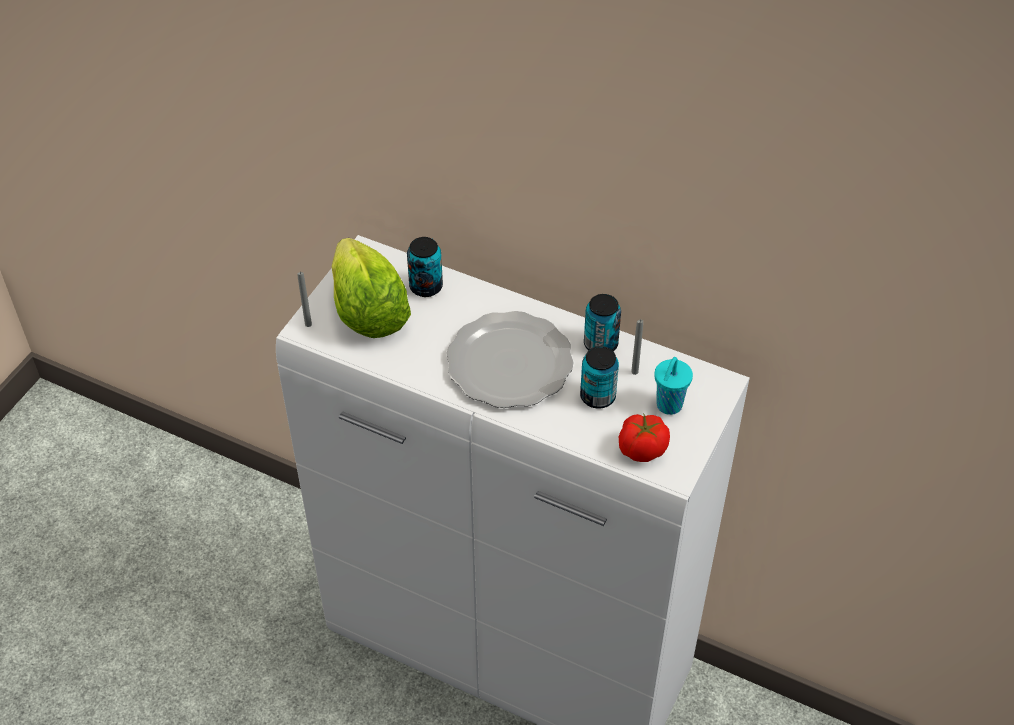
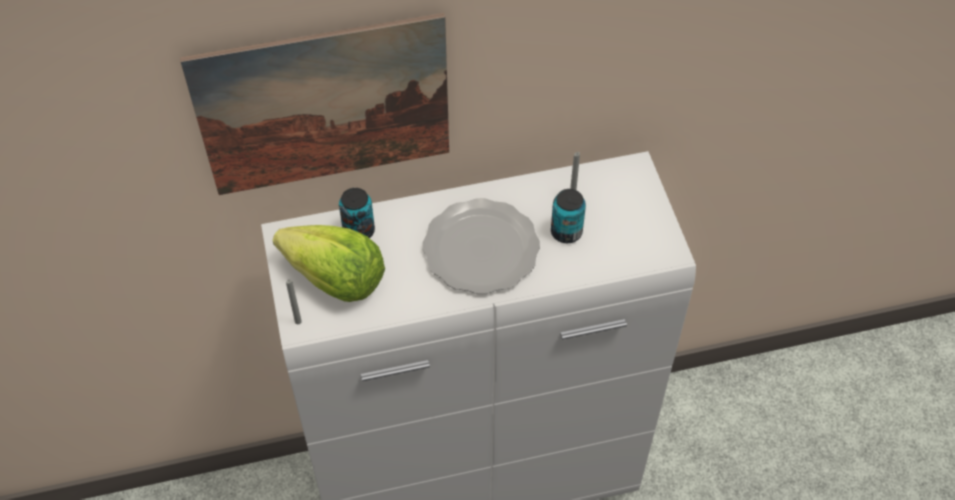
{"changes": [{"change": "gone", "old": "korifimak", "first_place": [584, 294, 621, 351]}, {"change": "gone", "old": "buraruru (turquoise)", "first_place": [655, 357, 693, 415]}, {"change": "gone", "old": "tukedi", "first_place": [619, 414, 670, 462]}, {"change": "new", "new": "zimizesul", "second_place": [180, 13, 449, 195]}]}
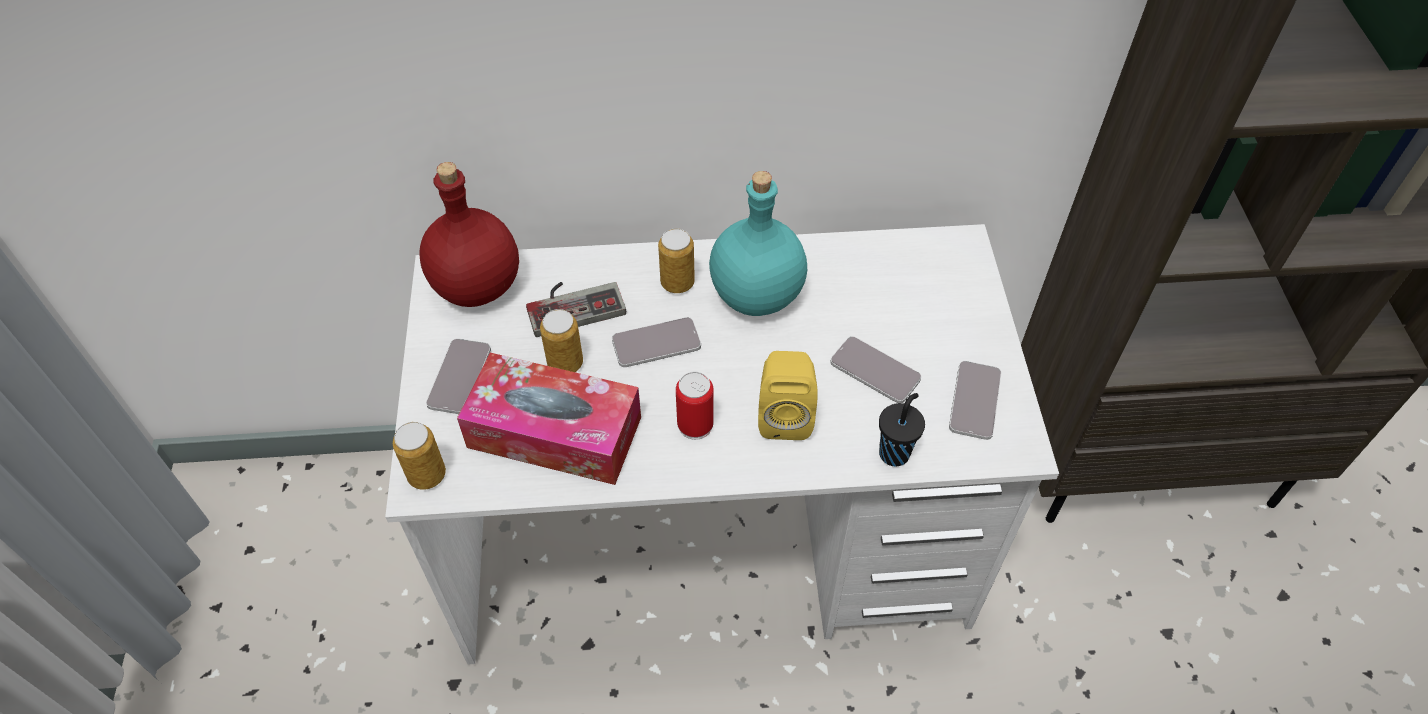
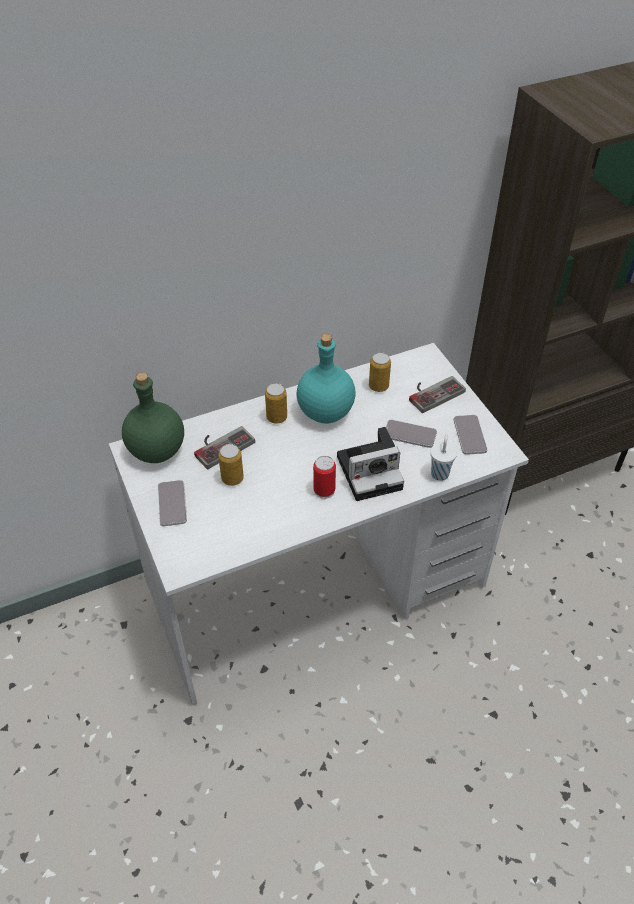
{"changes": [{"change": "repainted", "old": "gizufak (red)", "new": "gizufak (green)", "first_place": [419, 162, 519, 307], "second_place": [122, 372, 184, 463]}, {"change": "gone", "old": "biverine", "first_place": [612, 317, 701, 367]}, {"change": "swapped", "old": "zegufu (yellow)", "new": "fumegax", "first_place": [758, 351, 818, 440], "second_place": [337, 427, 404, 501]}, {"change": "gone", "old": "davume", "first_place": [457, 353, 641, 485]}, {"change": "repainted", "old": "buraruru (black)", "new": "buraruru (white)", "first_place": [879, 393, 925, 466], "second_place": [430, 434, 457, 481]}, {"change": "shifted", "old": "korifimak", "first_place": [393, 422, 446, 490], "second_place": [369, 352, 391, 392]}, {"change": "new", "new": "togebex", "second_place": [409, 376, 466, 413]}]}
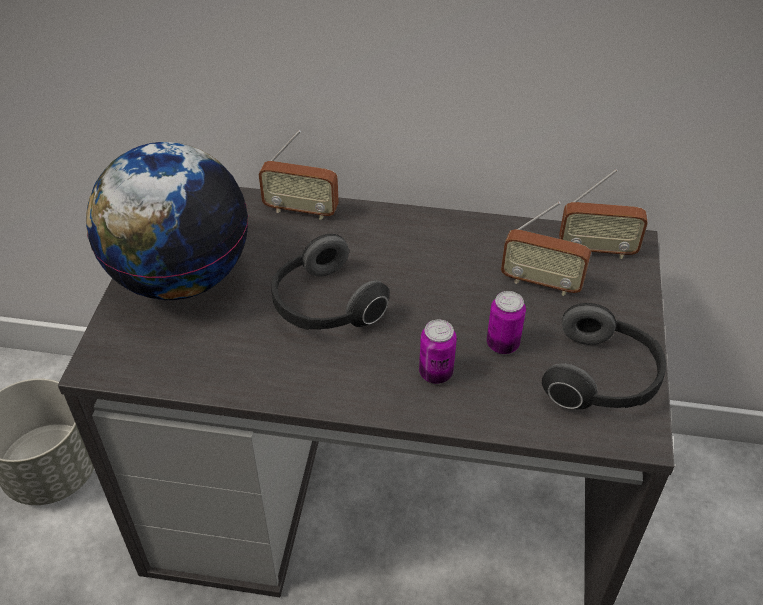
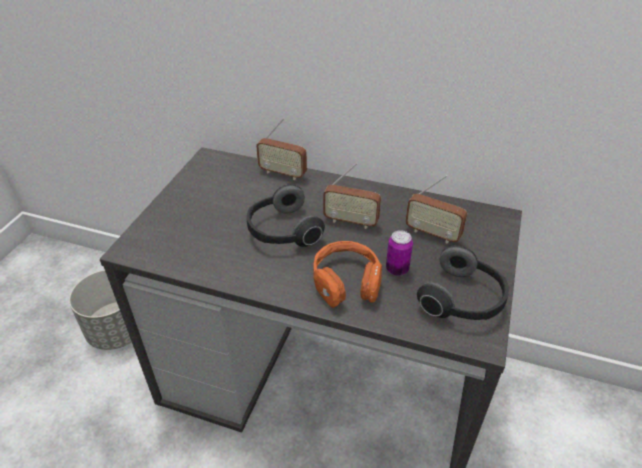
{"changes": [{"change": "gone", "old": "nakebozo", "first_place": [86, 142, 248, 300]}, {"change": "shifted", "old": "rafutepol", "first_place": [559, 169, 648, 259], "second_place": [323, 163, 381, 229]}, {"change": "swapped", "old": "korifimak", "new": "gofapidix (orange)", "first_place": [419, 319, 457, 384], "second_place": [313, 241, 382, 308]}]}
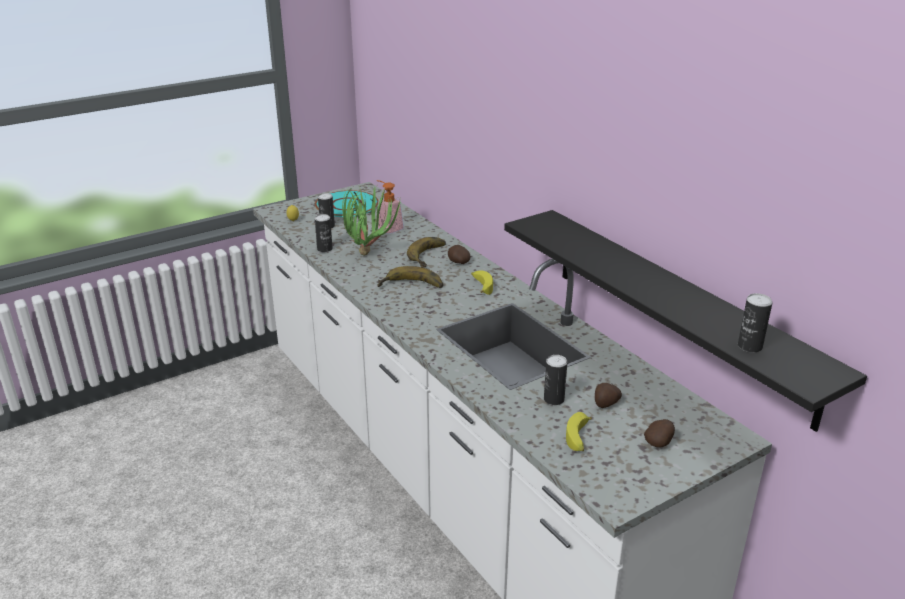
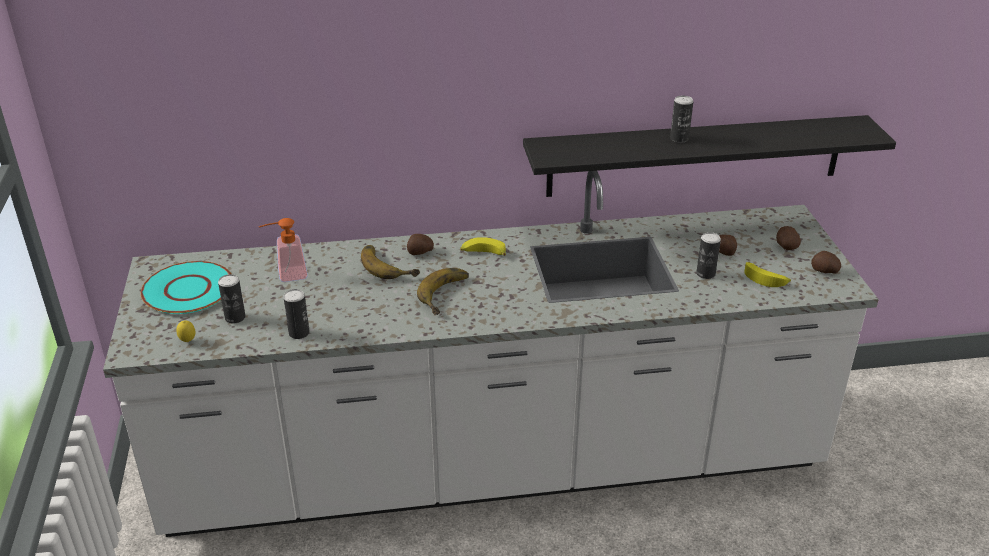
{"changes": [{"change": "gone", "old": "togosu", "first_place": [342, 186, 401, 256]}, {"change": "shifted", "old": "korifimak", "first_place": [738, 293, 772, 353], "second_place": [670, 96, 693, 143]}, {"change": "new", "new": "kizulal", "second_place": [811, 251, 841, 274]}]}
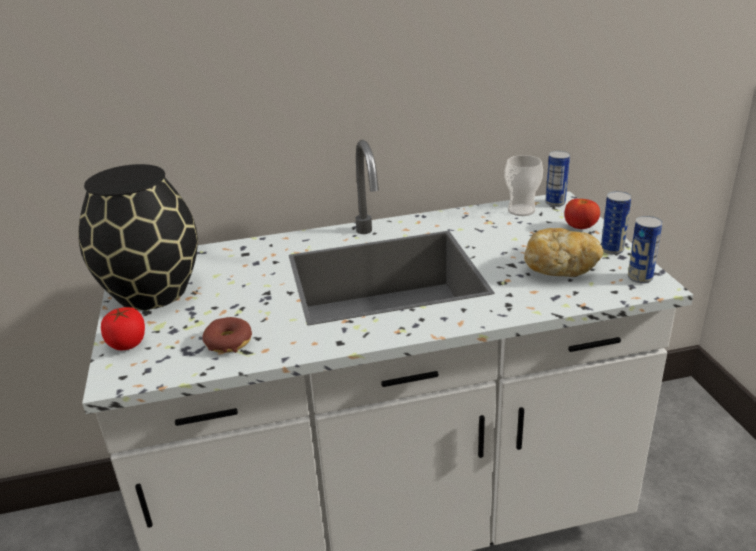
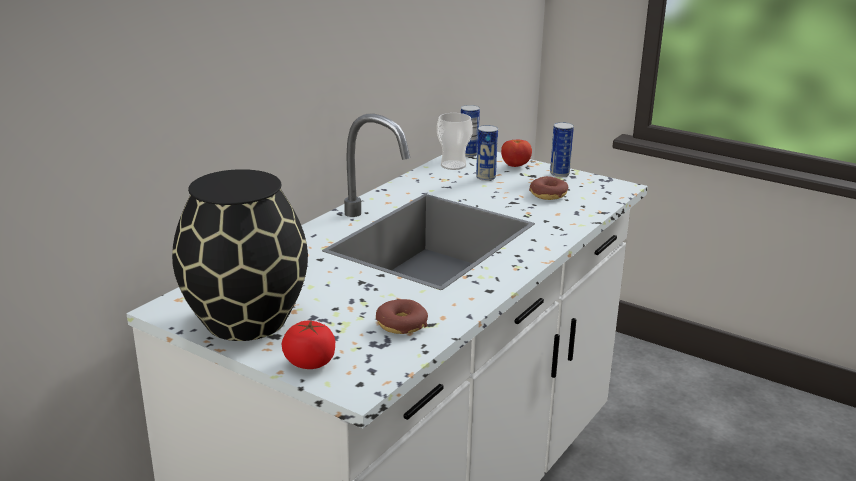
{"changes": [{"change": "shifted", "old": "korifimak", "first_place": [628, 216, 662, 284], "second_place": [476, 125, 498, 181]}, {"change": "swapped", "old": "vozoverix", "new": "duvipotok", "first_place": [524, 228, 603, 277], "second_place": [529, 176, 568, 200]}]}
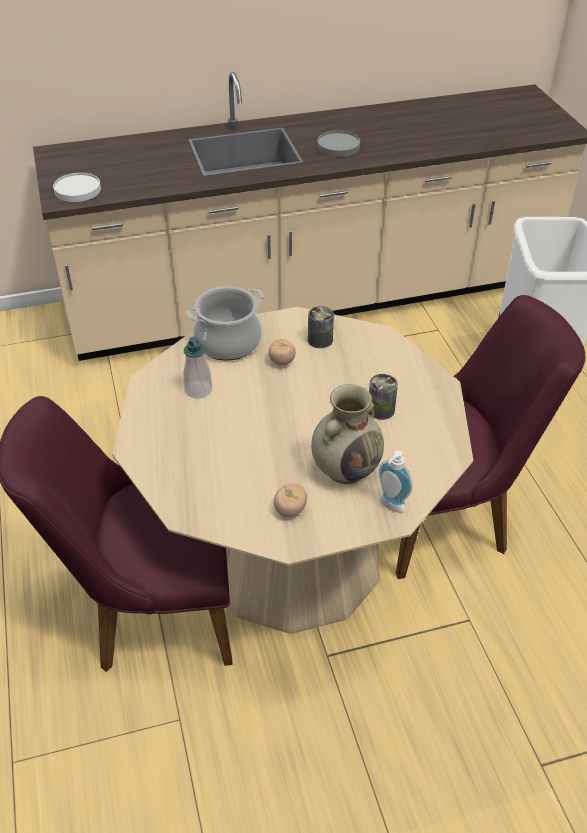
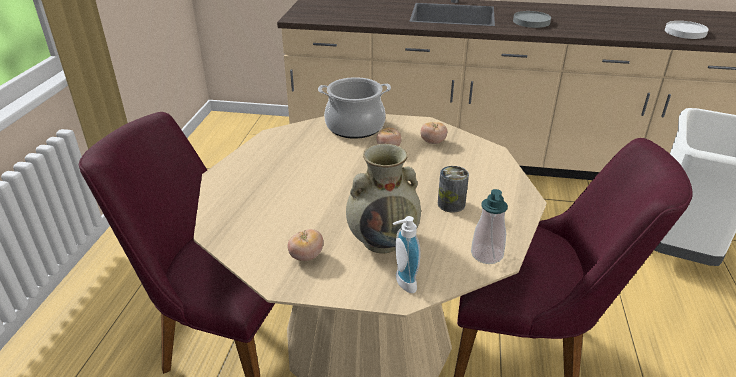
{"changes": [{"change": "shifted", "old": "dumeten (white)", "first_place": [53, 173, 101, 202], "second_place": [665, 21, 709, 39]}, {"change": "swapped", "old": "korifimak", "new": "tukedi", "first_place": [308, 306, 334, 348], "second_place": [421, 122, 447, 144]}, {"change": "shifted", "old": "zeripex", "first_place": [183, 337, 212, 399], "second_place": [471, 189, 508, 264]}]}
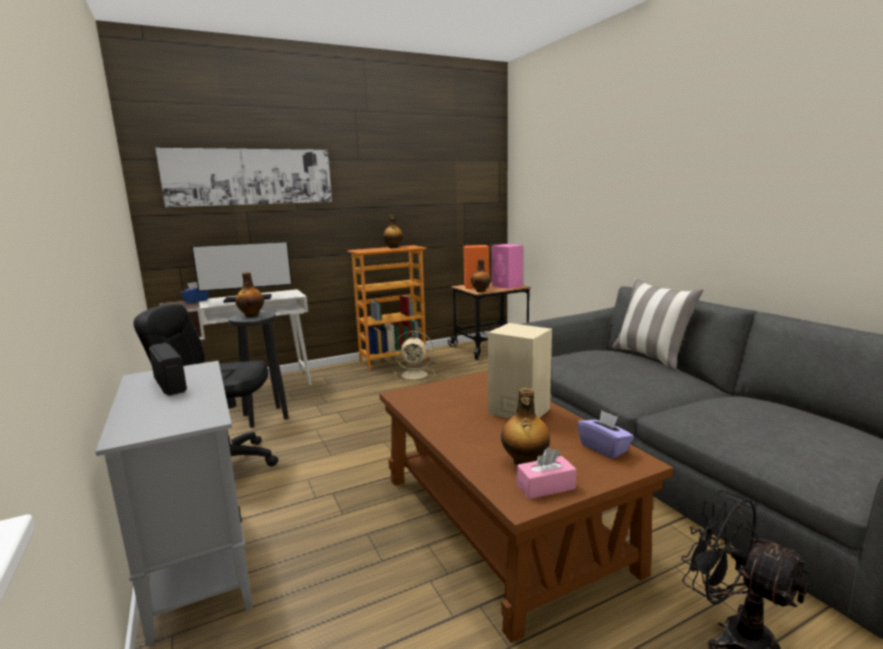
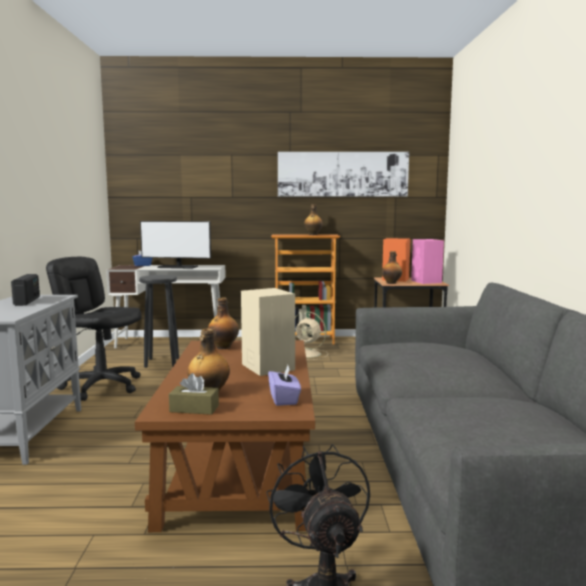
{"changes": [{"change": "shifted", "old": "zimizesul", "first_place": [155, 148, 332, 207], "second_place": [278, 152, 409, 197]}, {"change": "shifted", "old": "gizufak", "first_place": [235, 272, 264, 317], "second_place": [208, 297, 239, 349]}, {"change": "gone", "old": "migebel", "first_place": [612, 278, 703, 371]}, {"change": "repainted", "old": "davume (pink)", "new": "davume (brown)", "first_place": [516, 447, 576, 499], "second_place": [169, 373, 219, 415]}]}
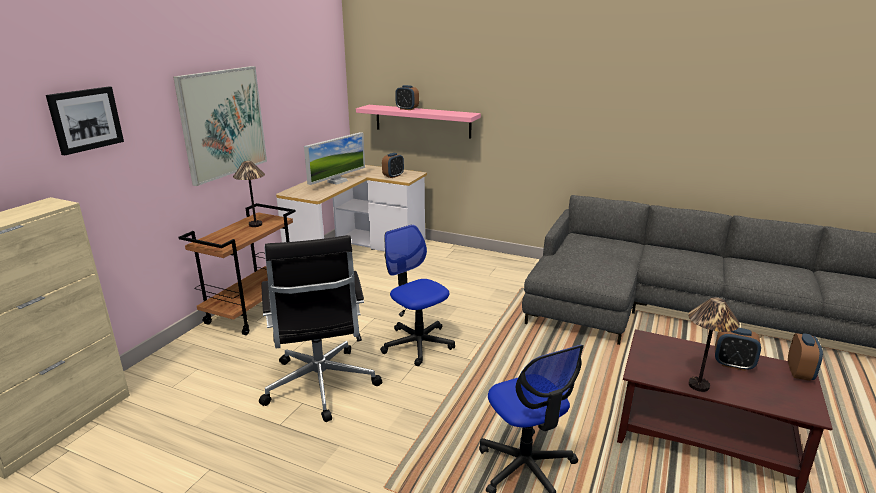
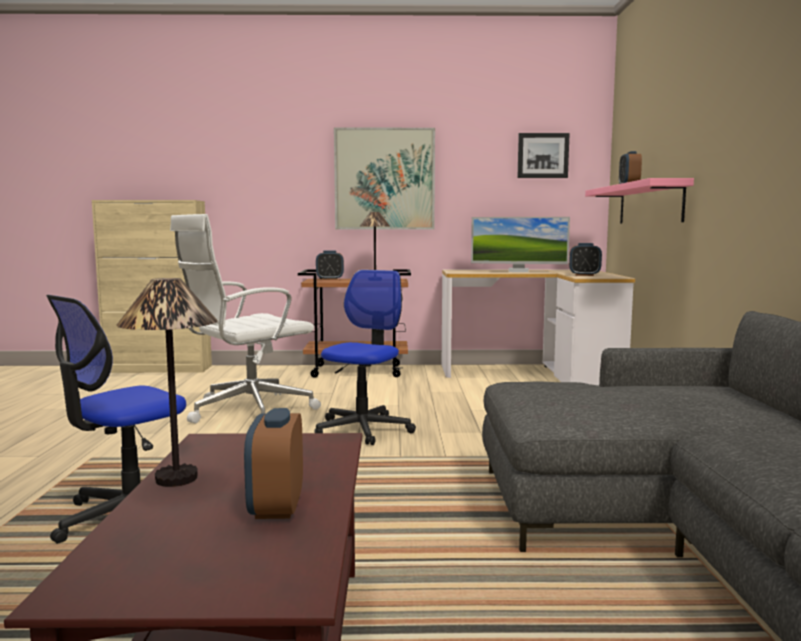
{"changes": [{"change": "shifted", "old": "zimizesul", "first_place": [46, 87, 124, 155], "second_place": [517, 133, 570, 178]}, {"change": "repainted", "old": "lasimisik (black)", "new": "lasimisik (white)", "first_place": [259, 235, 382, 422], "second_place": [170, 214, 321, 423]}, {"change": "shifted", "old": "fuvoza", "first_place": [788, 333, 823, 381], "second_place": [316, 251, 344, 280]}]}
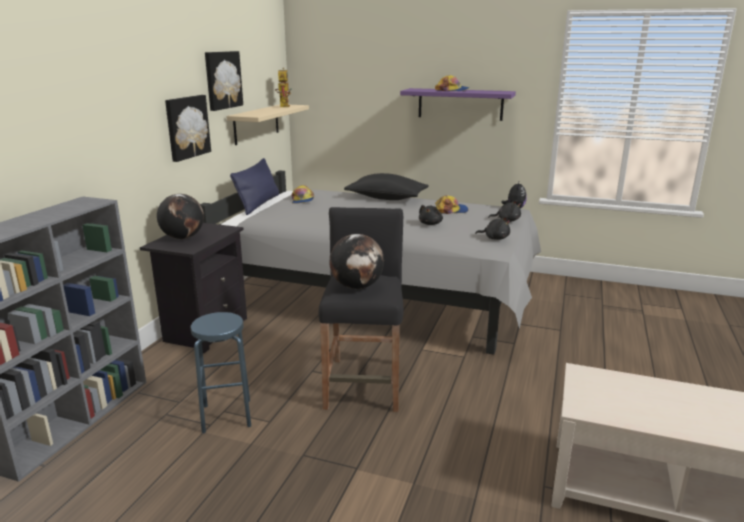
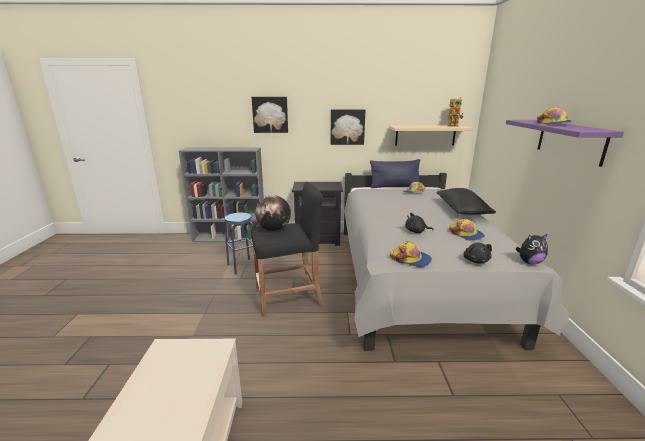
{"changes": [{"change": "shifted", "old": "zimizesul", "first_place": [205, 51, 243, 111], "second_place": [252, 97, 288, 133]}, {"change": "gone", "old": "nakebozo", "first_place": [157, 194, 204, 239]}, {"change": "swapped", "old": "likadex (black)", "new": "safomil", "first_place": [475, 217, 510, 240], "second_place": [390, 241, 432, 268]}]}
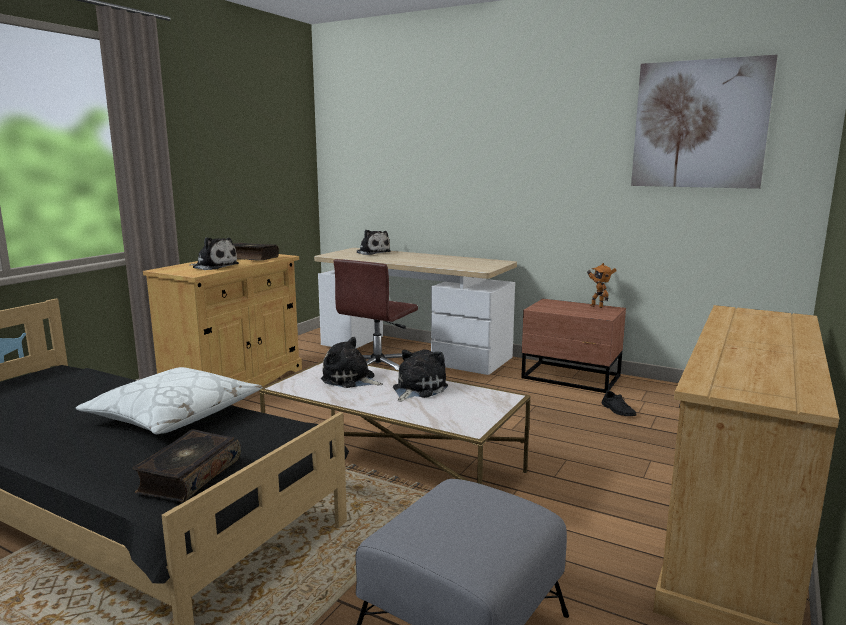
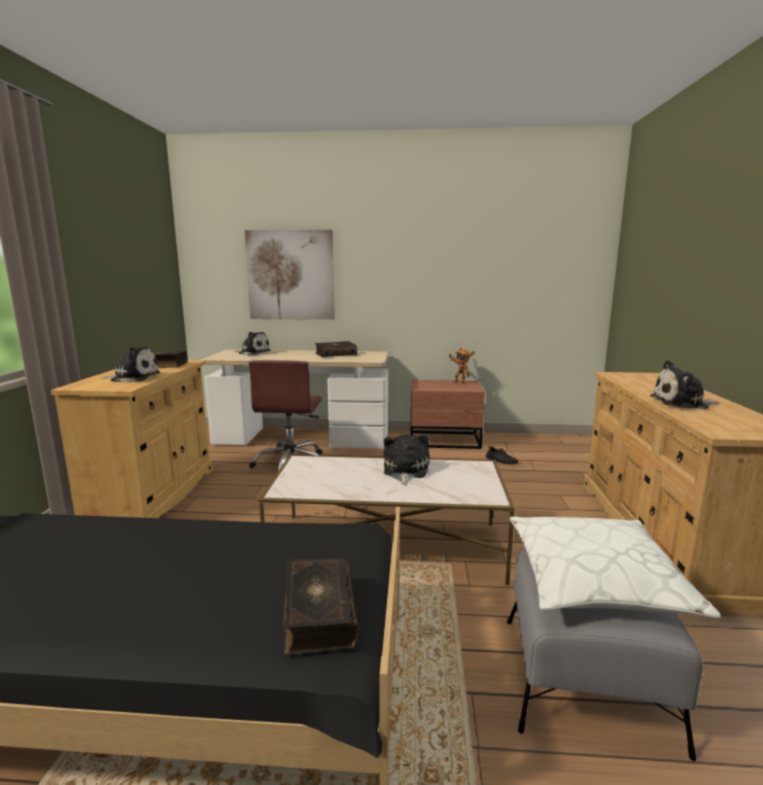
{"changes": [{"change": "shifted", "old": "zimizesul", "first_place": [631, 55, 778, 189], "second_place": [245, 230, 335, 320]}, {"change": "shifted", "old": "likadex", "first_place": [321, 337, 383, 388], "second_place": [650, 360, 719, 409]}, {"change": "shifted", "old": "migebel (white)", "first_place": [76, 367, 263, 434], "second_place": [510, 517, 721, 618]}, {"change": "new", "new": "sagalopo", "second_place": [315, 341, 357, 357]}]}
